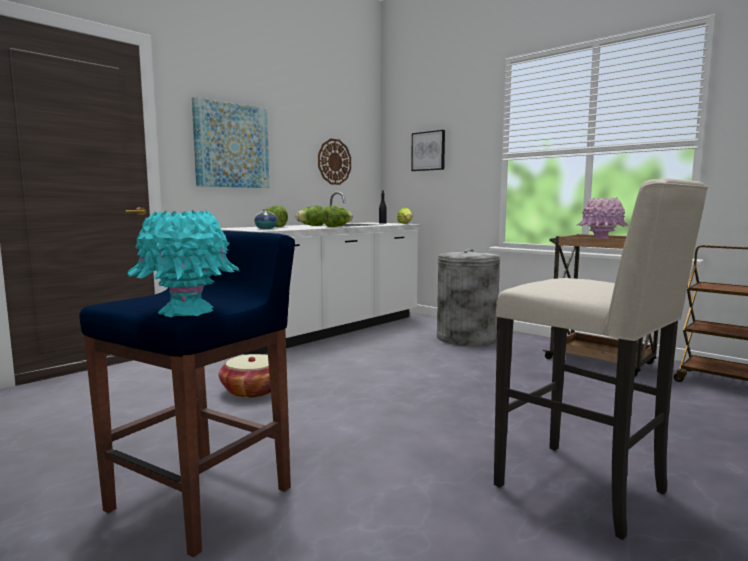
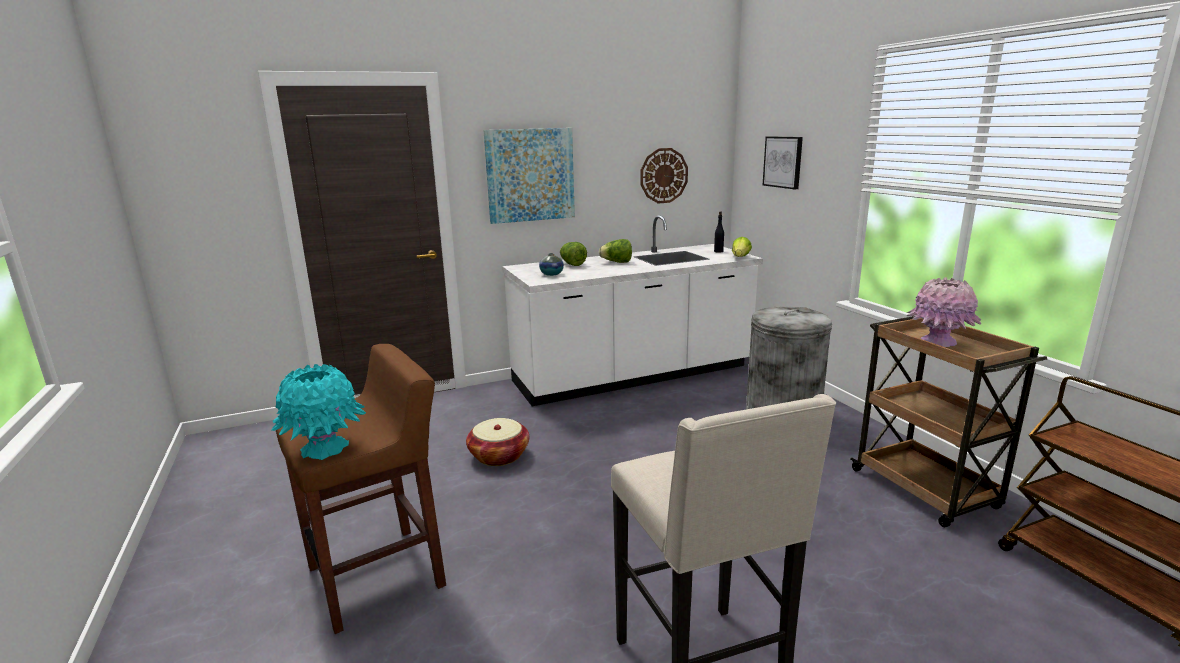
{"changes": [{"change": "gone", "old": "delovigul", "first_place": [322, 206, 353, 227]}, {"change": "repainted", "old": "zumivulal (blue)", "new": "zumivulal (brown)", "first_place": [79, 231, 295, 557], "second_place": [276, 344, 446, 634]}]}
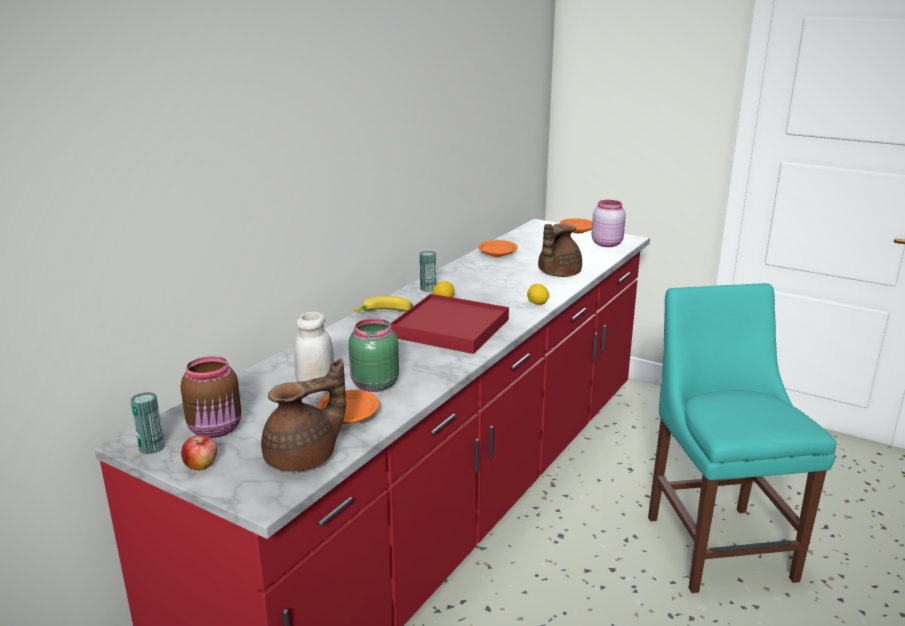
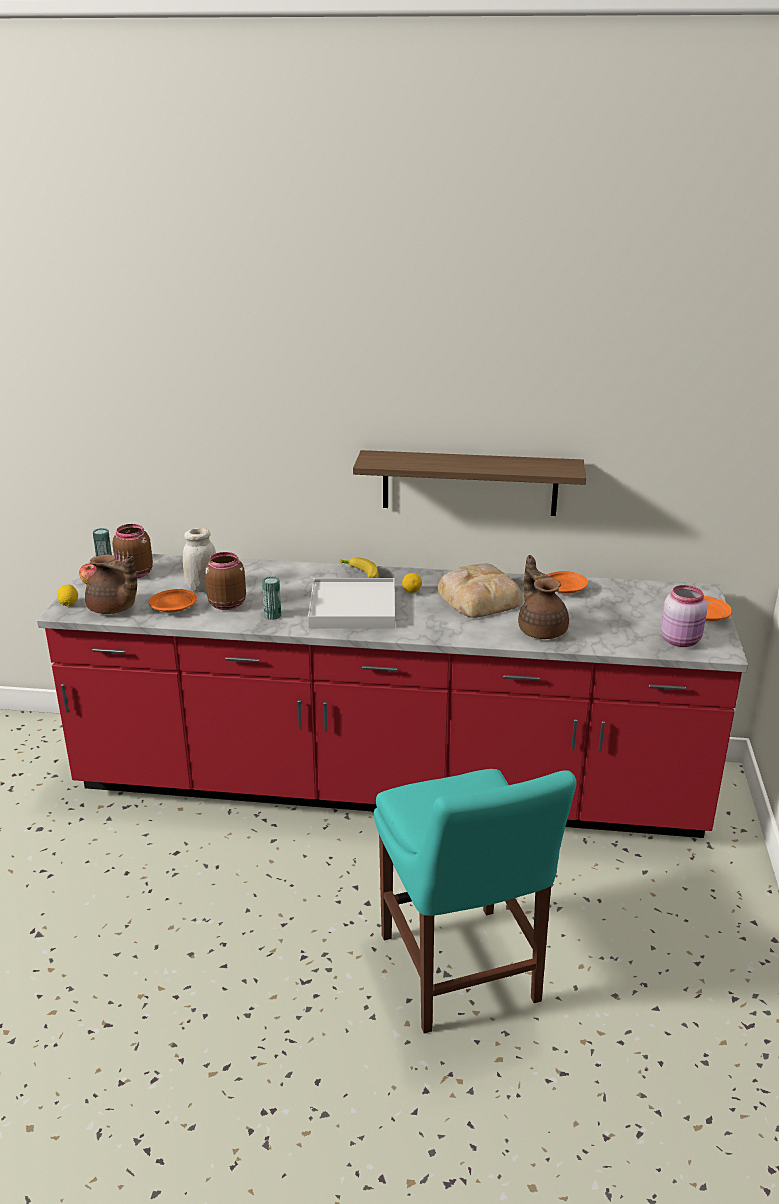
{"changes": [{"change": "rotated", "old": "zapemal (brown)", "first_place": [538, 224, 582, 277], "second_place": [518, 555, 569, 639], "degrees": 60}, {"change": "shifted", "old": "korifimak", "first_place": [420, 251, 436, 292], "second_place": [262, 576, 281, 620]}, {"change": "rotated", "old": "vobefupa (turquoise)", "first_place": [648, 283, 836, 593], "second_place": [374, 769, 576, 1033], "degrees": 105}, {"change": "shifted", "old": "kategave", "first_place": [527, 284, 550, 305], "second_place": [57, 585, 78, 606]}, {"change": "repainted", "old": "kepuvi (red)", "new": "kepuvi (white)", "first_place": [390, 294, 509, 354], "second_place": [308, 578, 395, 628]}, {"change": "repainted", "old": "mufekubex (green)", "new": "mufekubex (brown)", "first_place": [349, 318, 399, 392], "second_place": [205, 552, 246, 610]}, {"change": "new", "new": "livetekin", "second_place": [353, 450, 586, 516]}, {"change": "new", "new": "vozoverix", "second_place": [437, 563, 523, 618]}]}
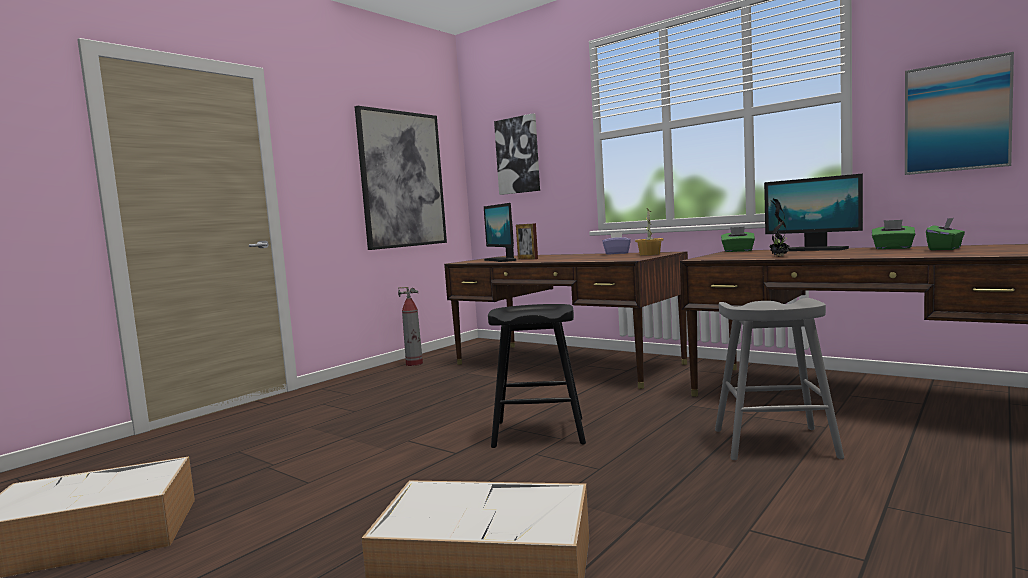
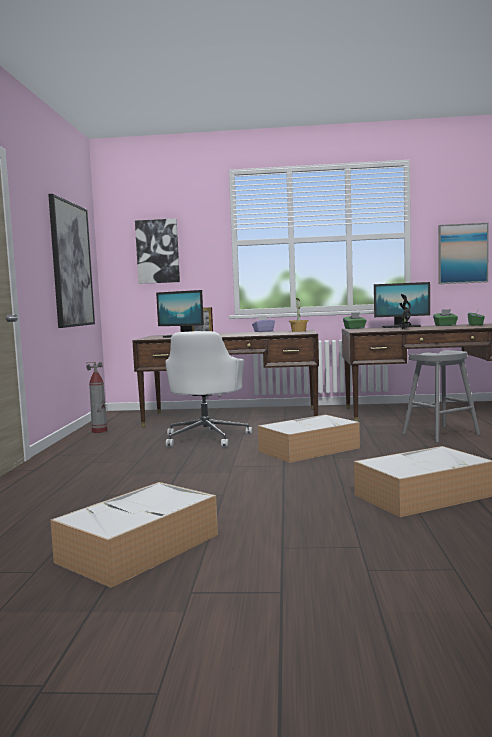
{"changes": [{"change": "swapped", "old": "zumivulal (black)", "new": "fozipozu", "first_place": [488, 304, 586, 448], "second_place": [258, 415, 360, 463]}, {"change": "new", "new": "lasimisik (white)", "second_place": [165, 331, 252, 447]}]}
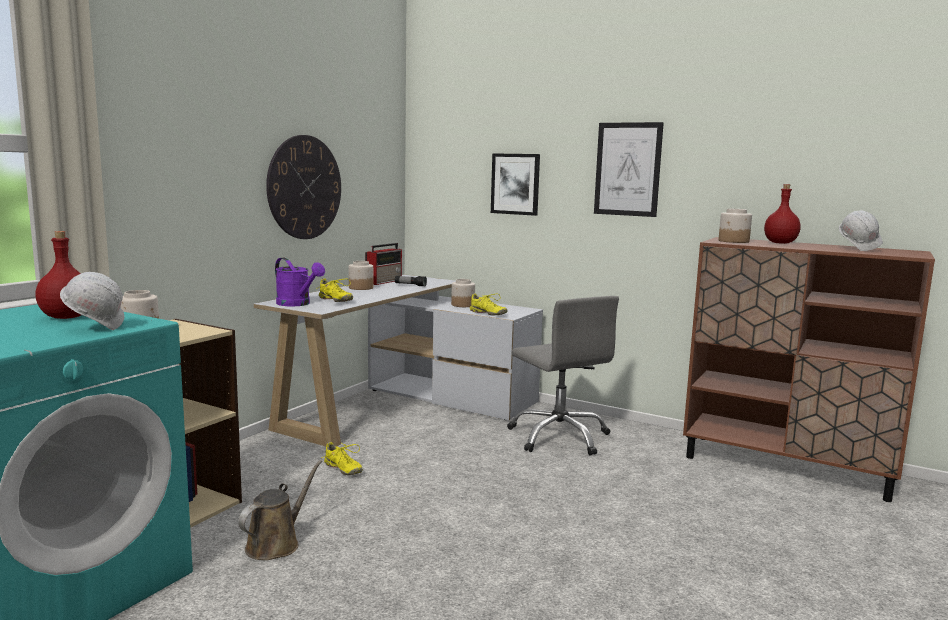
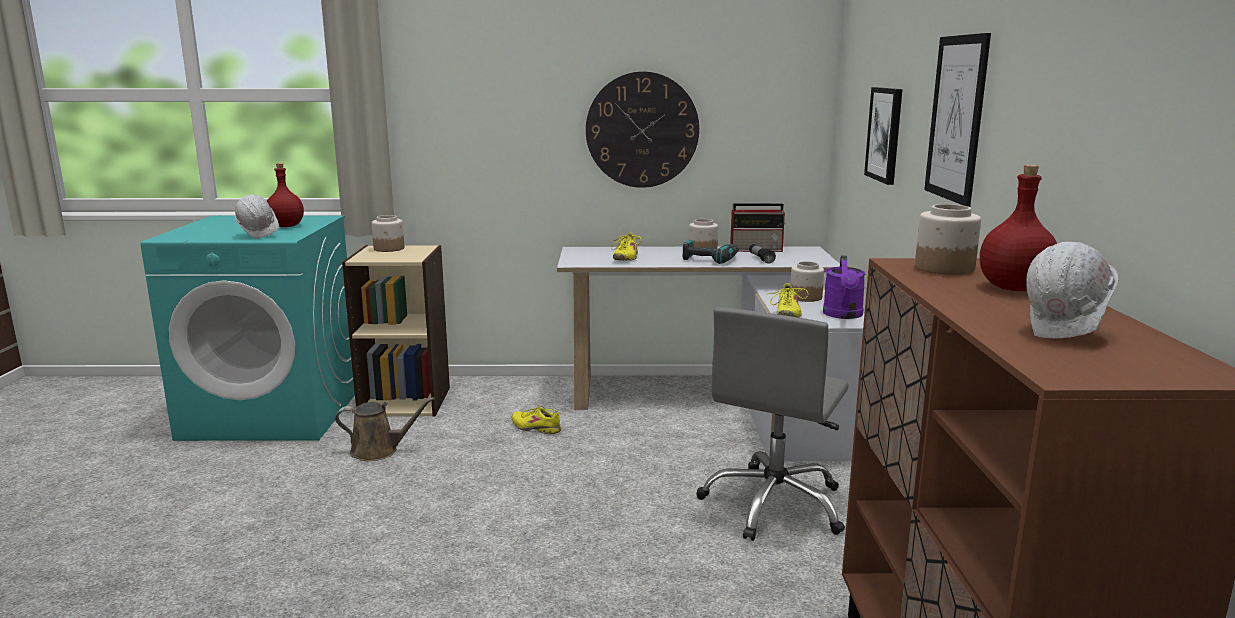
{"changes": [{"change": "shifted", "old": "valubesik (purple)", "first_place": [275, 258, 325, 306], "second_place": [823, 256, 866, 319]}, {"change": "rotated", "old": "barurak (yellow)", "first_place": [321, 442, 363, 475], "second_place": [512, 406, 561, 434], "degrees": 105}, {"change": "new", "new": "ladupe", "second_place": [683, 240, 739, 264]}]}
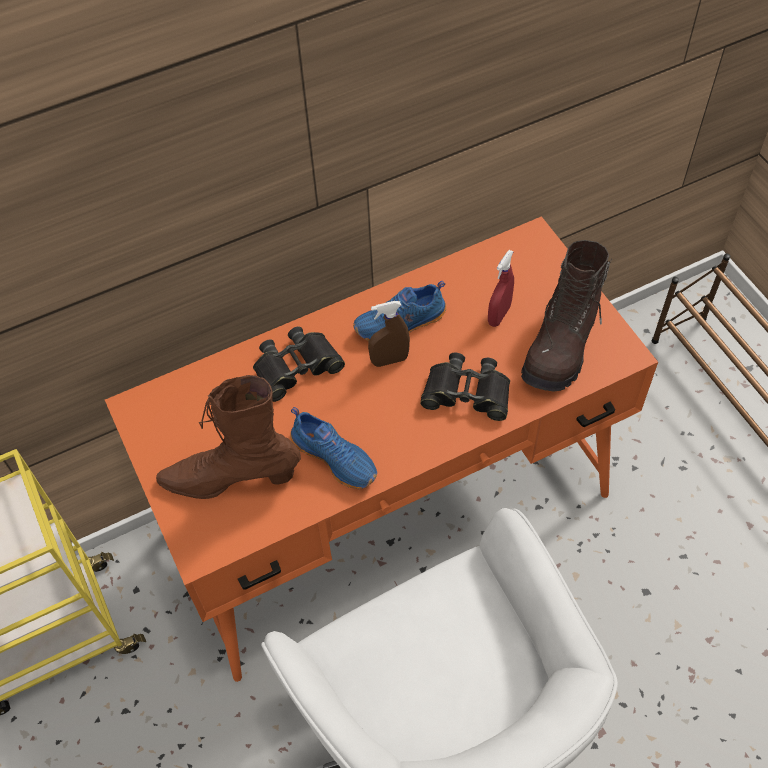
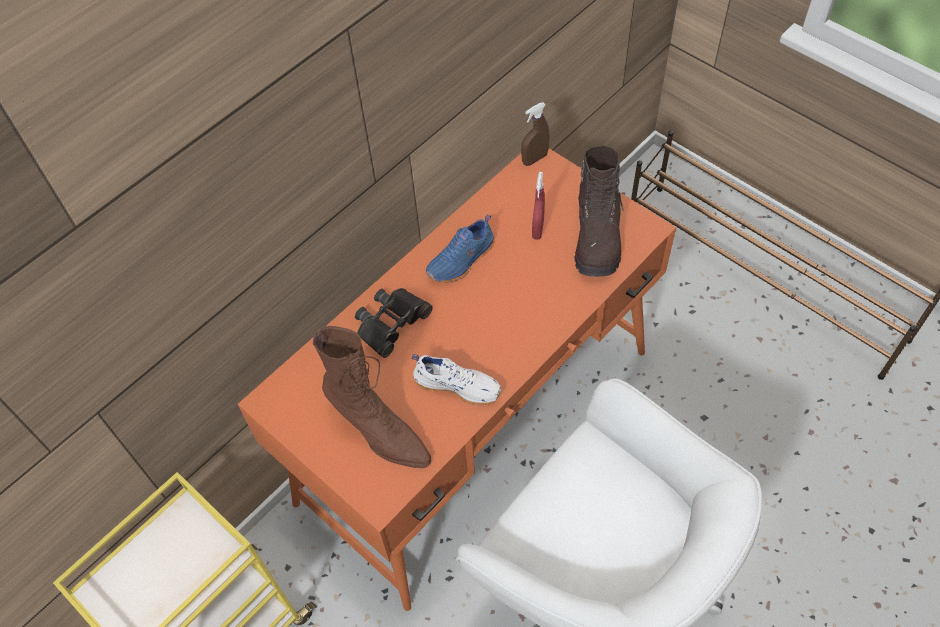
{"changes": [{"change": "shifted", "old": "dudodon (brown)", "first_place": [368, 301, 410, 367], "second_place": [521, 103, 549, 166]}, {"change": "gone", "old": "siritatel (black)", "first_place": [420, 353, 510, 421]}, {"change": "rotated", "old": "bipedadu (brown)", "first_place": [156, 375, 301, 499], "second_place": [313, 326, 431, 468], "degrees": -120}, {"change": "repainted", "old": "barurak (blue)", "new": "barurak (white)", "first_place": [290, 407, 377, 489], "second_place": [412, 354, 501, 405]}]}
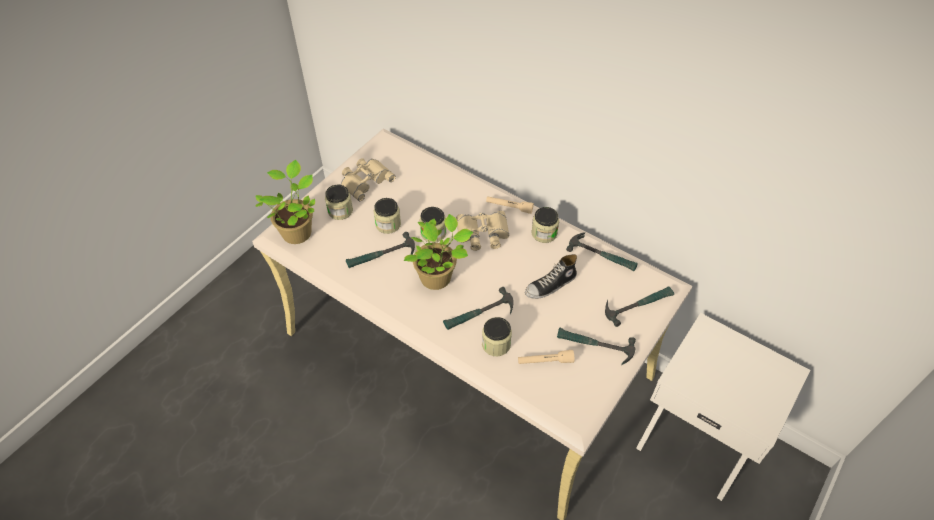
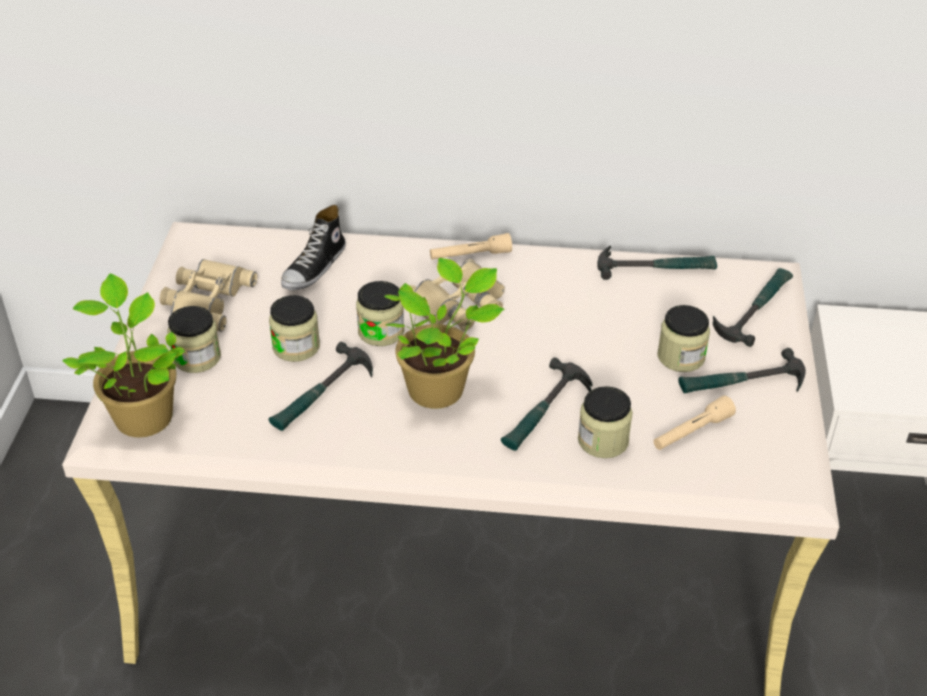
{"changes": [{"change": "shifted", "old": "mufekubex", "first_place": [532, 207, 559, 243], "second_place": [657, 305, 710, 372]}, {"change": "shifted", "old": "barurak", "first_place": [525, 254, 577, 299], "second_place": [281, 205, 346, 291]}]}
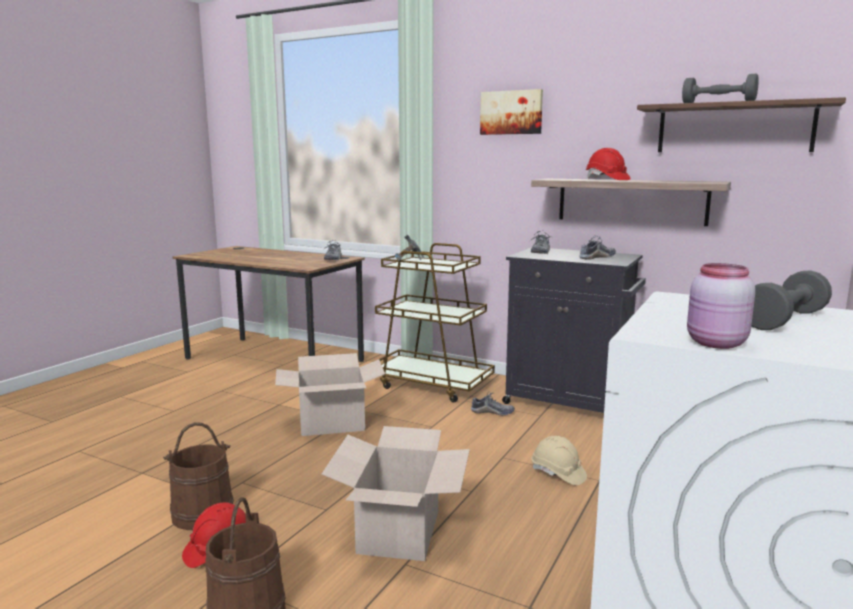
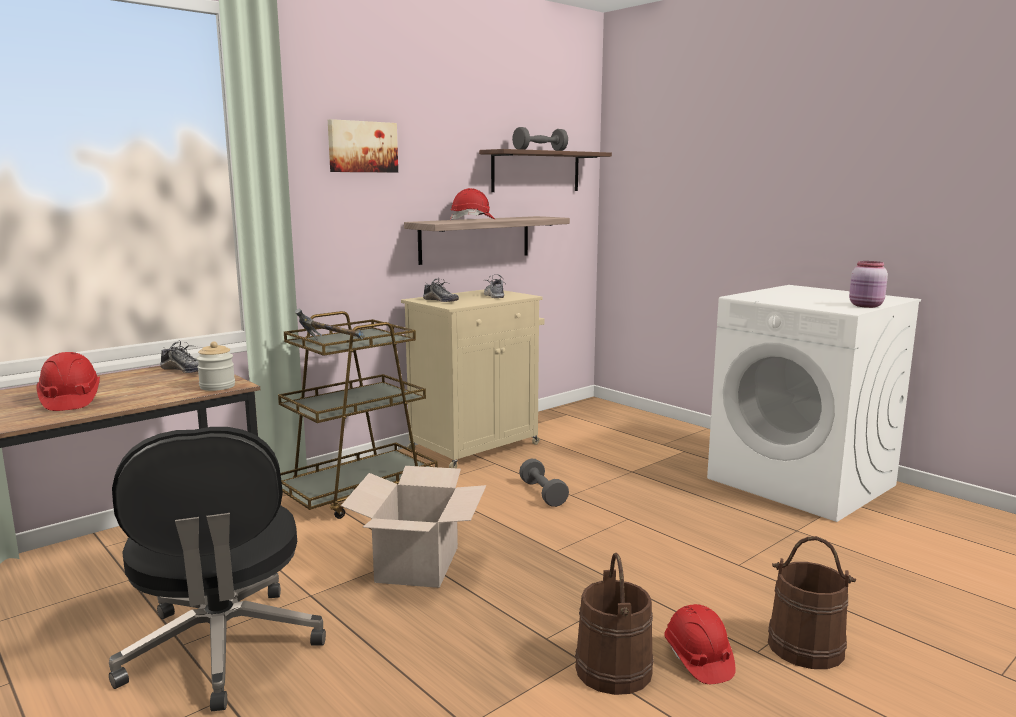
{"changes": [{"change": "repainted", "old": "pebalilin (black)", "new": "pebalilin (beige)", "first_place": [502, 247, 646, 413], "second_place": [401, 289, 545, 468]}, {"change": "shifted", "old": "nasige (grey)", "first_place": [751, 270, 832, 330], "second_place": [519, 459, 569, 507]}, {"change": "gone", "old": "barurak", "first_place": [471, 392, 515, 415]}, {"change": "gone", "old": "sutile", "first_place": [322, 426, 470, 561]}, {"change": "gone", "old": "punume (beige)", "first_place": [532, 436, 587, 485]}, {"change": "new", "new": "mufekubex", "second_place": [196, 342, 235, 391]}, {"change": "new", "new": "punume (red)", "second_place": [37, 352, 100, 411]}, {"change": "new", "new": "lasimisik (black)", "second_place": [109, 427, 326, 711]}]}
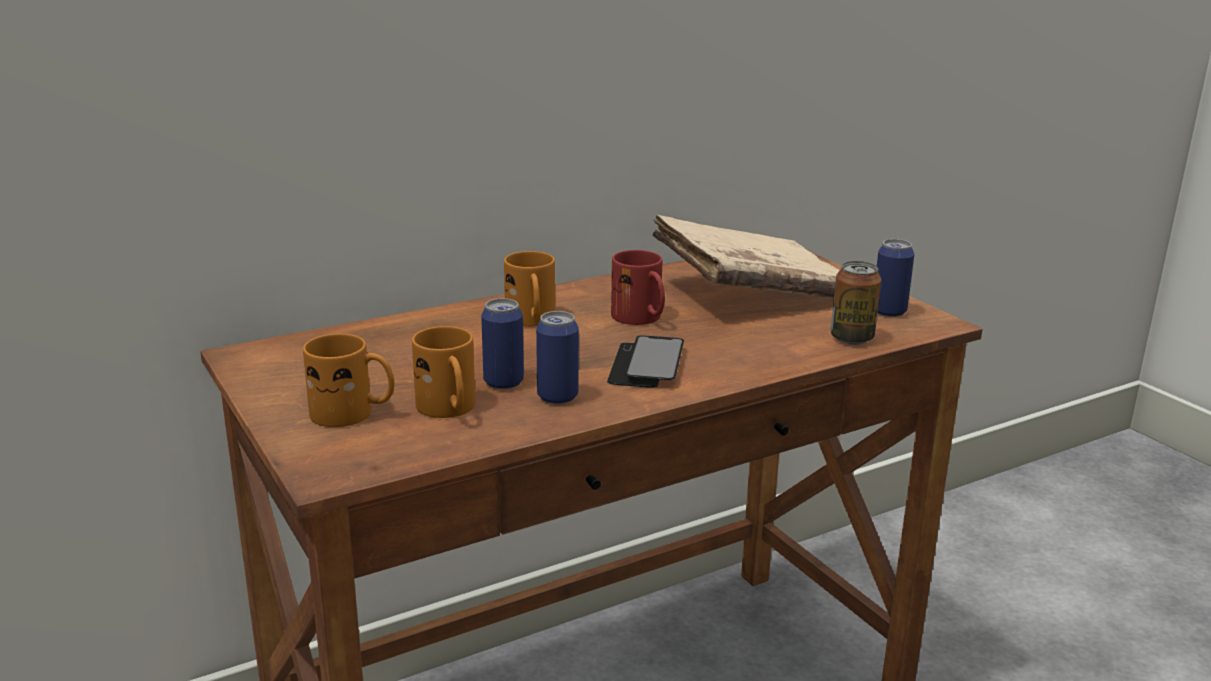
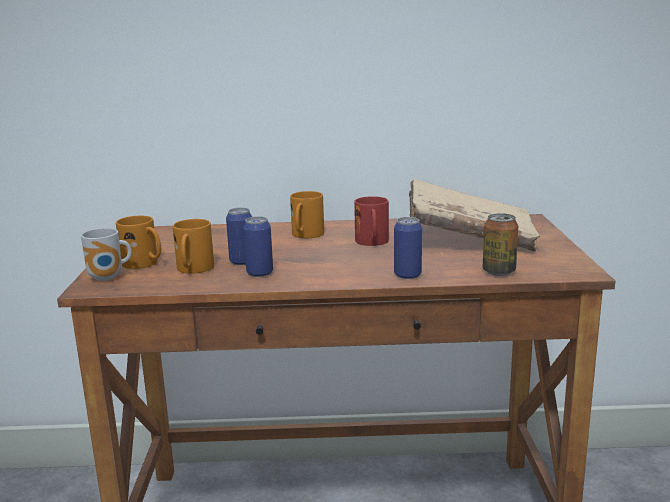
{"changes": [{"change": "shifted", "old": "korifimak", "first_place": [877, 239, 914, 317], "second_place": [394, 217, 422, 279]}, {"change": "gone", "old": "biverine", "first_place": [607, 335, 684, 388]}, {"change": "new", "new": "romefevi", "second_place": [81, 228, 132, 281]}]}
